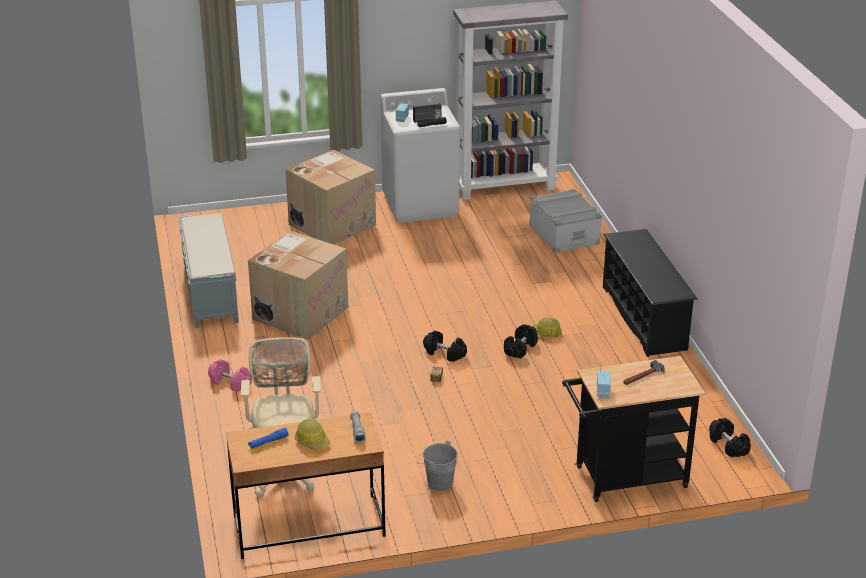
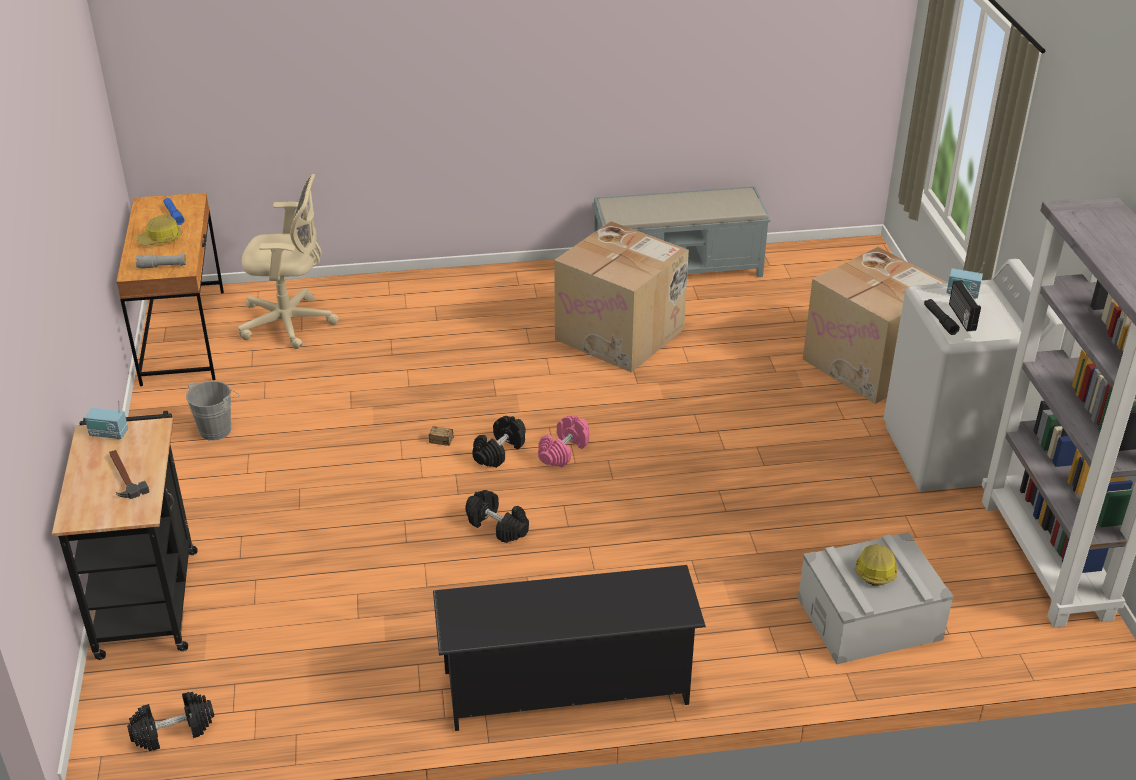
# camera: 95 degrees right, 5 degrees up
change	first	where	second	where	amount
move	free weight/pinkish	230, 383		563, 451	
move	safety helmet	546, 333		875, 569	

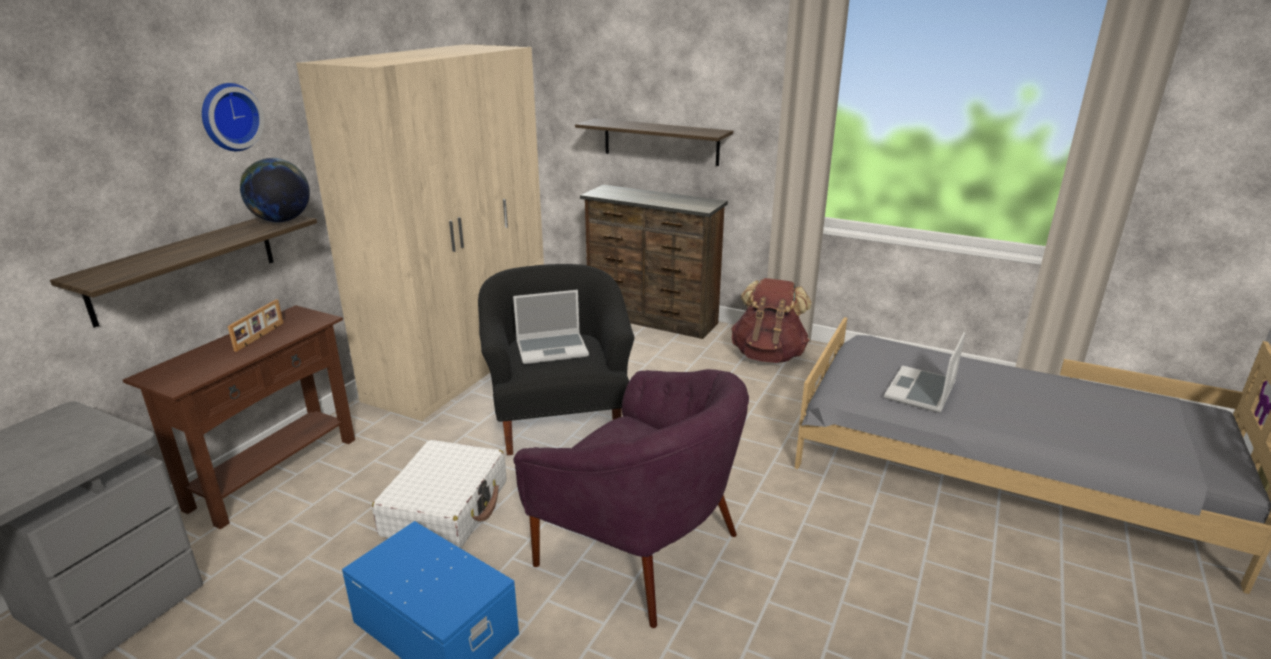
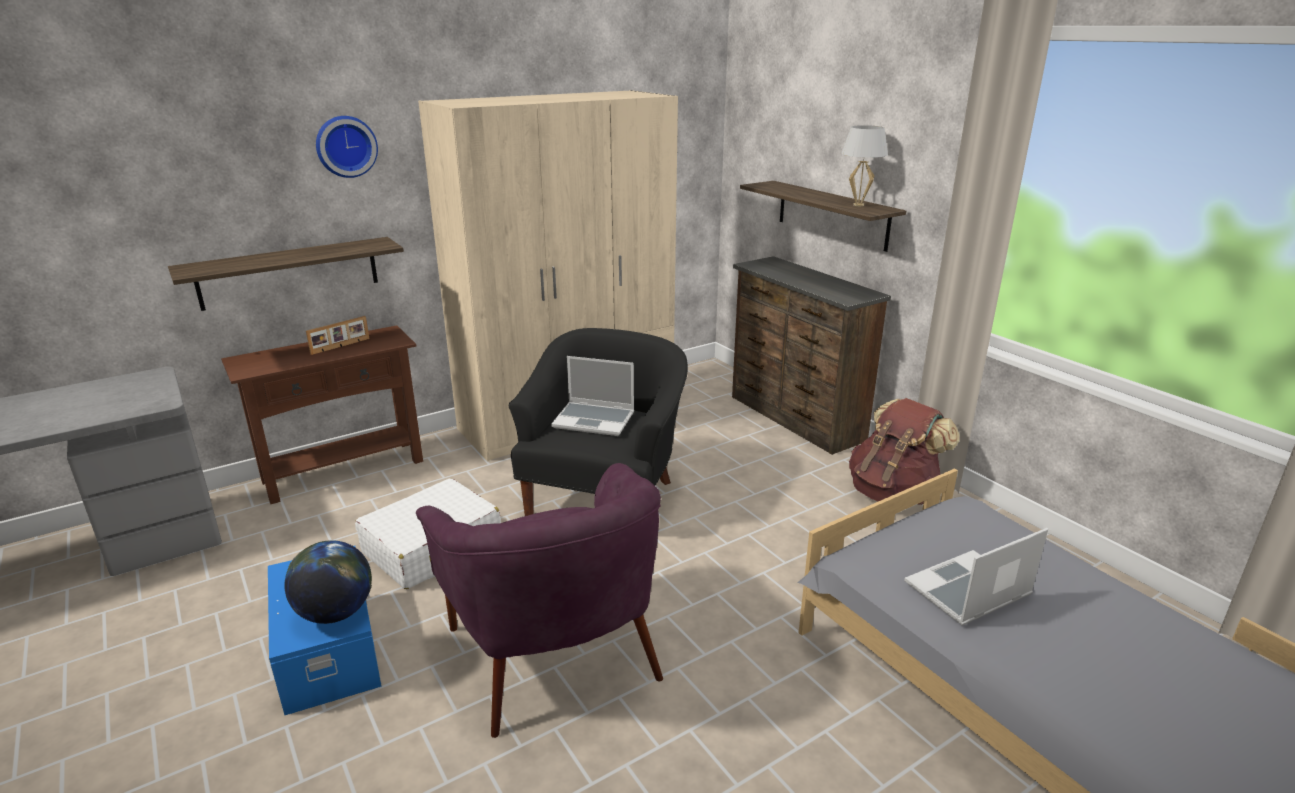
# camera: 30 degrees right, 0 degrees up
change	first	where	second	where	amount
move	globe	282, 221		336, 613	
insert			tabletop lamp/whitish	858, 205	

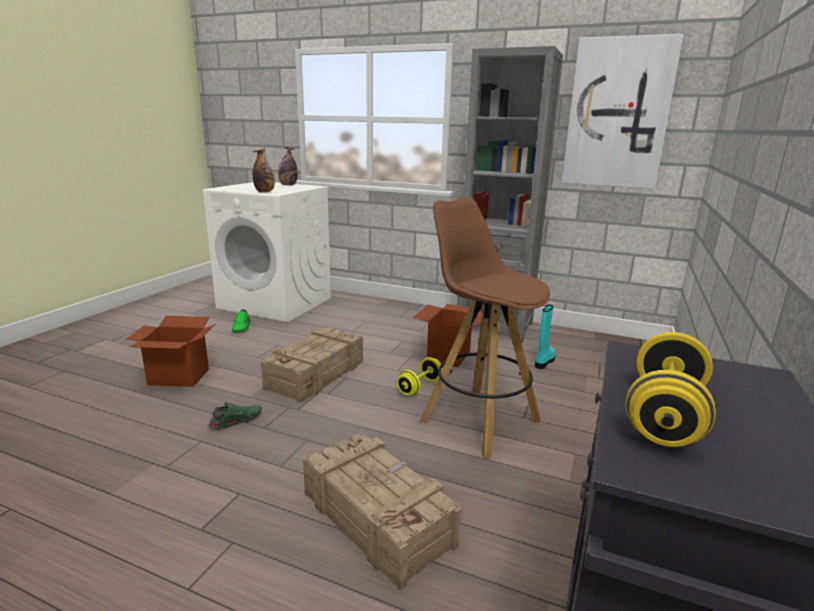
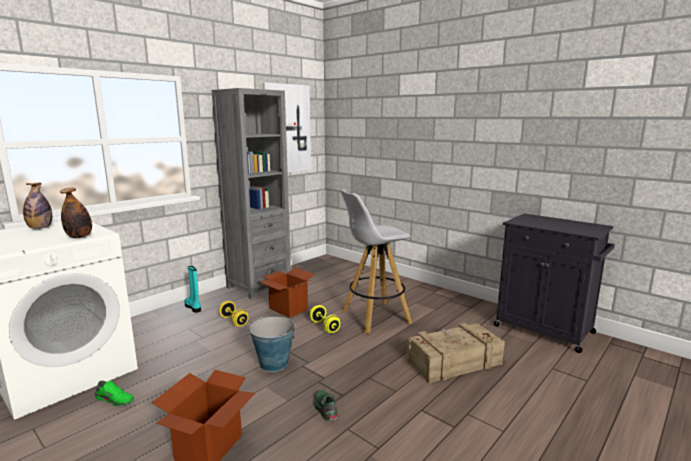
# camera: 70 degrees left, 5 degrees down
change	first	where	second	where	amount
move	high-top boot/turquoise	544, 361		193, 307	
move	free weight/yellowish	664, 416		234, 321	
replace	packing crate	317, 375	pail	274, 363	
recolor	stool/brownish	478, 420	stool/whitish	374, 317	

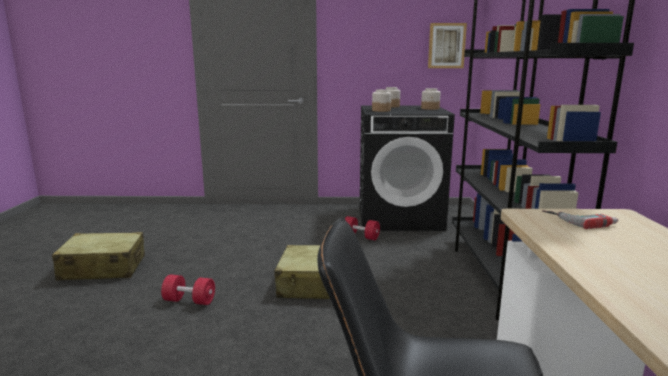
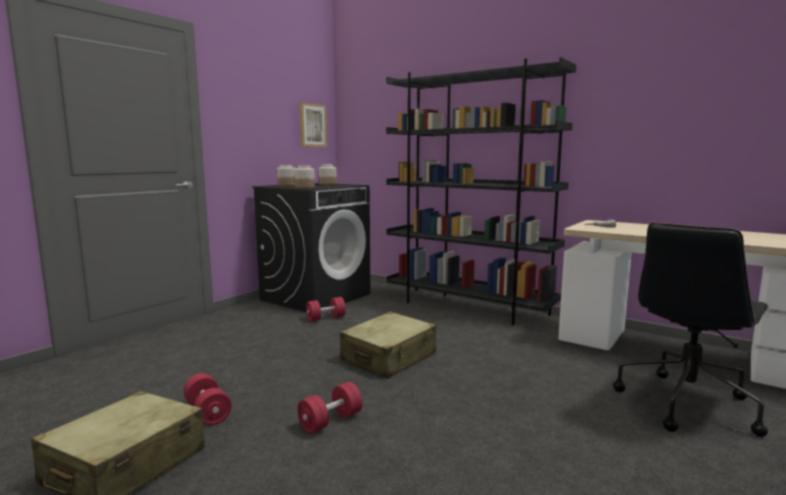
# camera: 55 degrees left, 5 degrees down
change	first	where	second	where	amount
insert			free weight/red	208, 412	

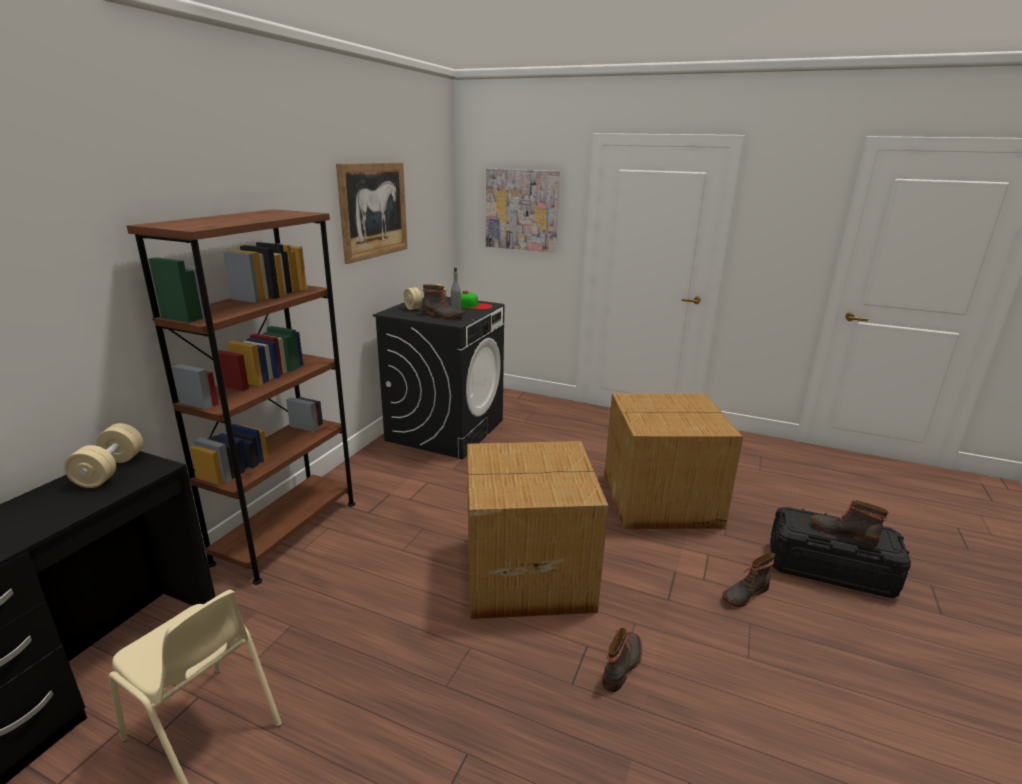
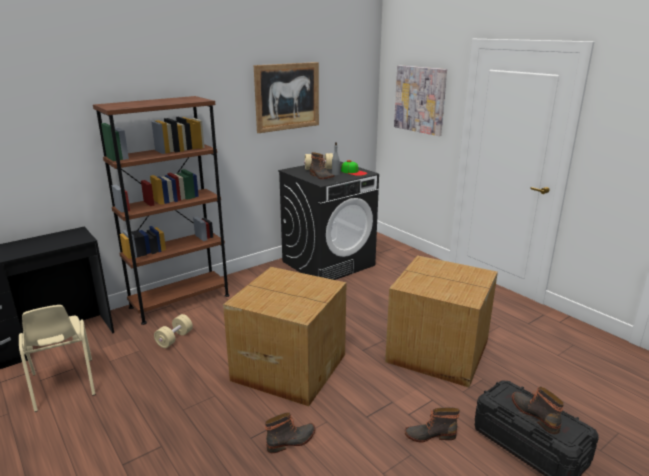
# camera: 30 degrees right, 0 degrees up
change	first	where	second	where	amount
move	free weight/beige	110, 470		174, 339	

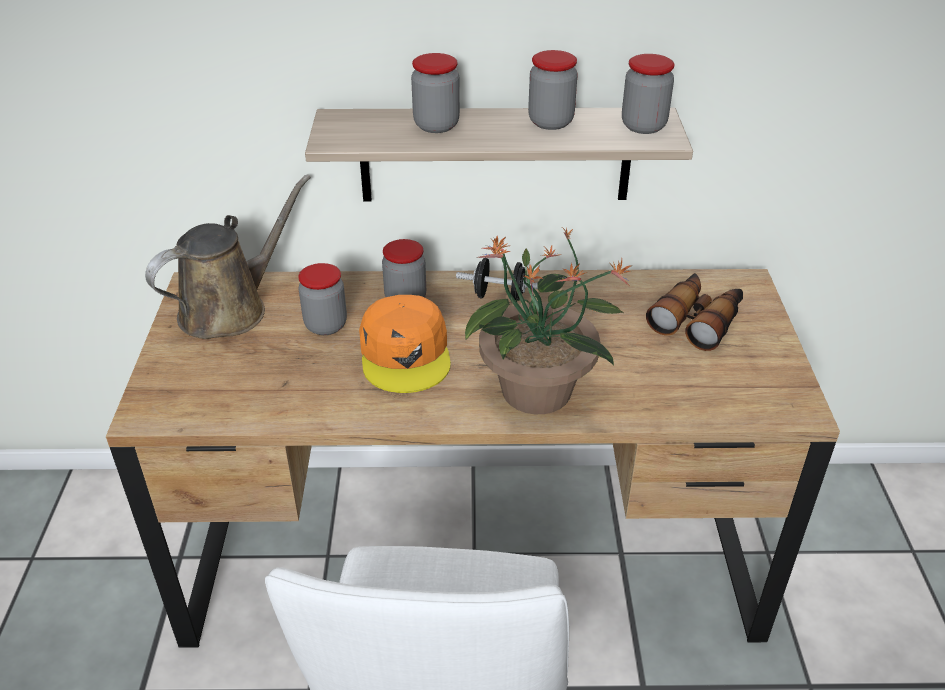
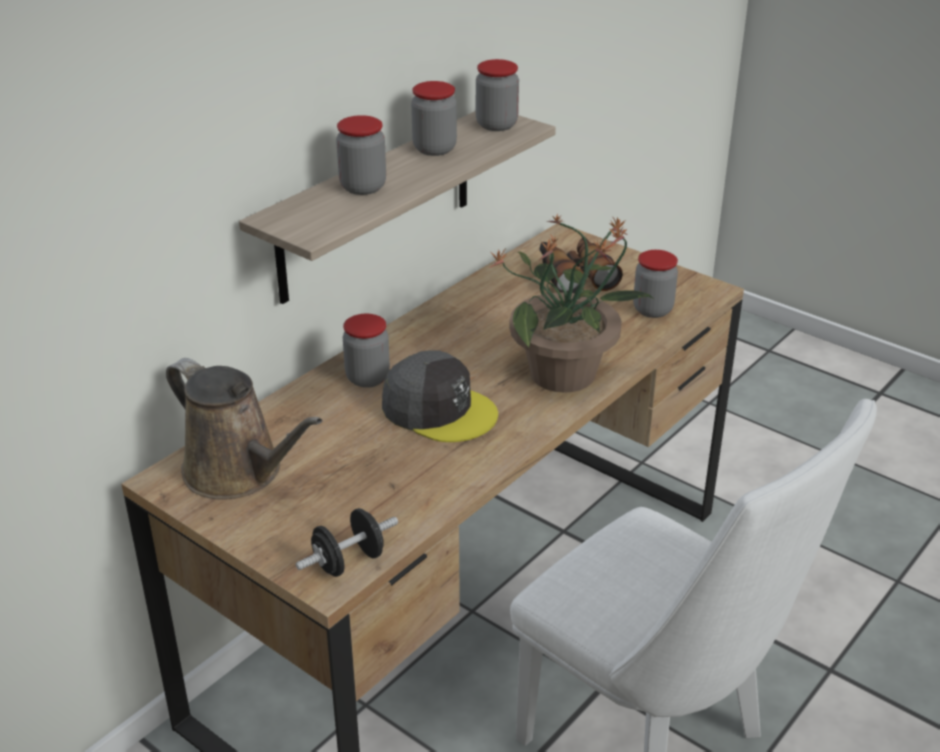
# camera: 50 degrees left, 5 degrees down
change	first	where	second	where	amount
rotate	sprinkling can/brownish	230, 309		239, 472	135 degrees clockwise
move	free weight/black	499, 297		348, 562	
recolor	peaked cap/orange	405, 354	peaked cap/greyish	439, 409	
move	jar	326, 325		652, 310	

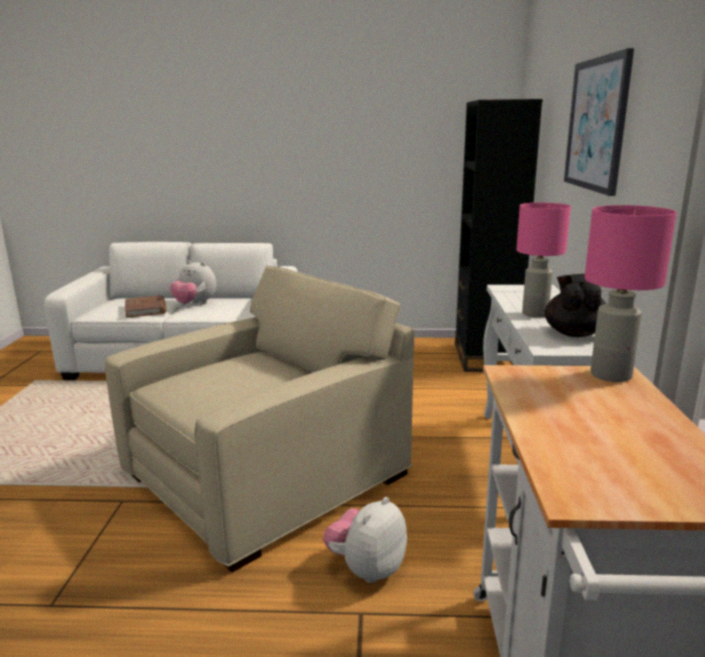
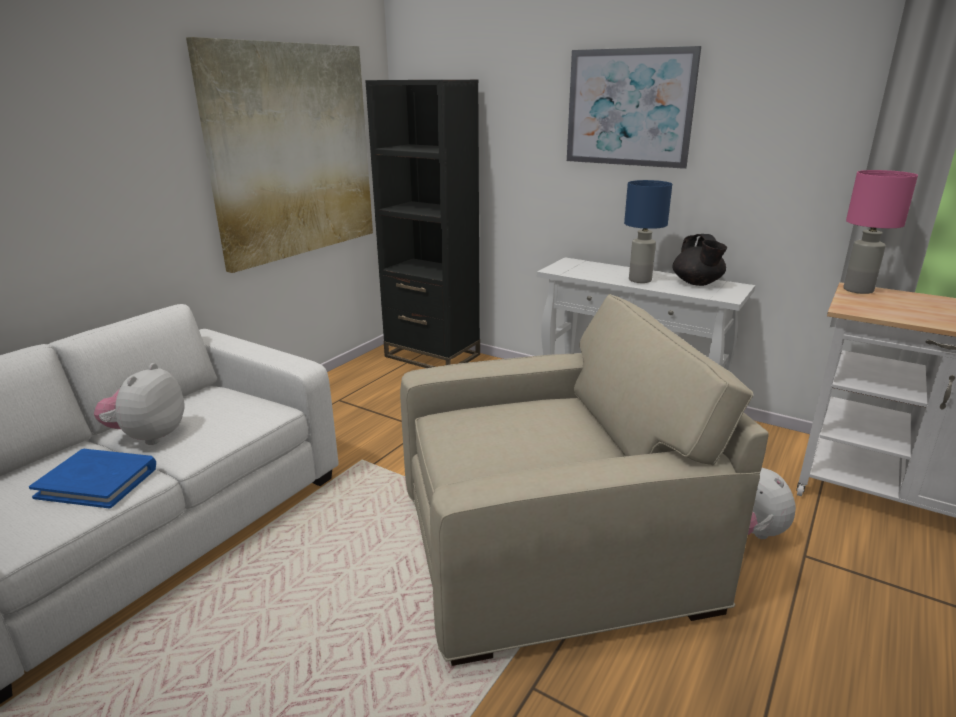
# camera: 60 degrees left, 5 degrees up
change	first	where	second	where	amount
recolor	bound book/brownish	146, 309	bound book/bluish	98, 481	
rotate	cuddly toy	195, 304		148, 436	135 degrees clockwise
insert			picture	293, 152	
rotate	armchair/beige	267, 473		551, 546	90 degrees clockwise
recolor	tabletop lamp/pinkish	534, 313	tabletop lamp/bluish	639, 280	
rotate	teapot/black	574, 333		697, 283	135 degrees counterclockwise

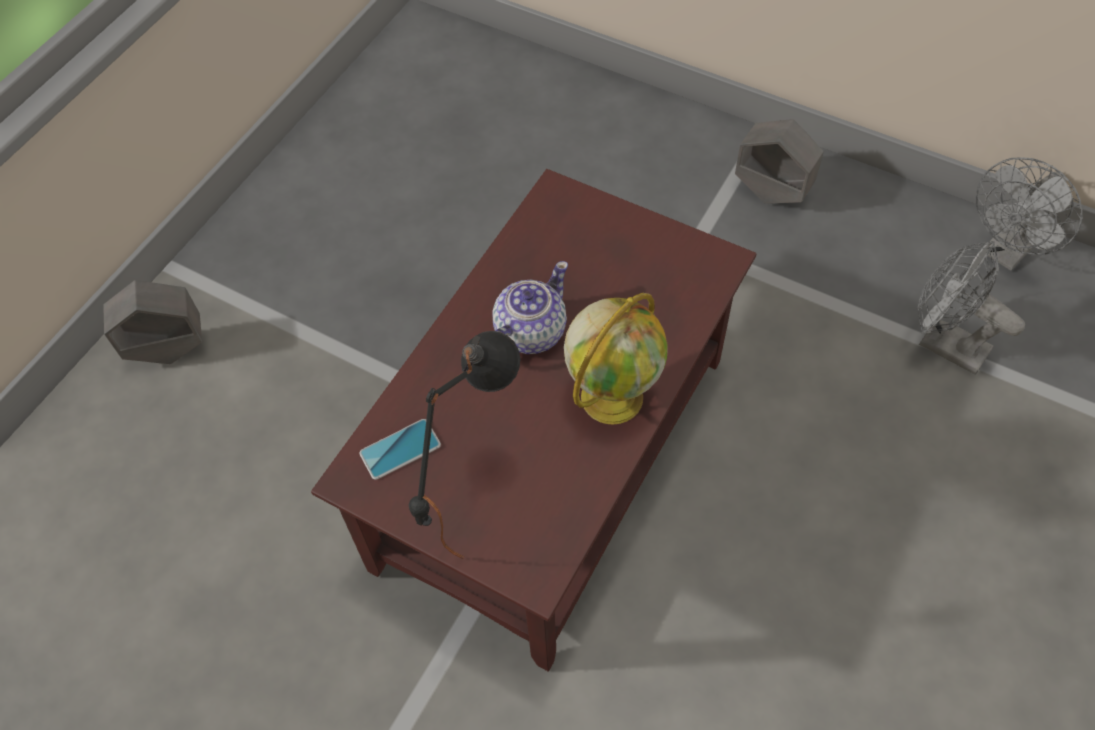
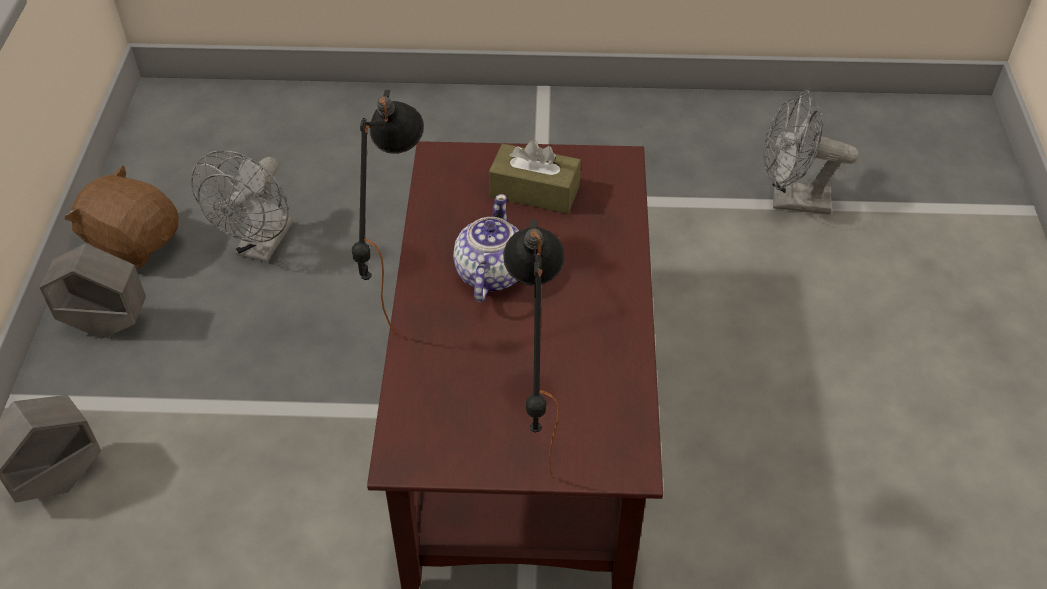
# camera: 30 degrees left, 10 degrees down
change	first	where	second	where	amount
move	flower pot/greyish	771, 192		107, 324	
insert			cuddly toy/brownish	133, 243	
move	electric fan/greyish	1006, 252		261, 247	
insert			tabletop lamp/black	394, 292	
insert			tissue box/brownish	534, 191	
delete	telephone	400, 449			
delete	globe	612, 395			

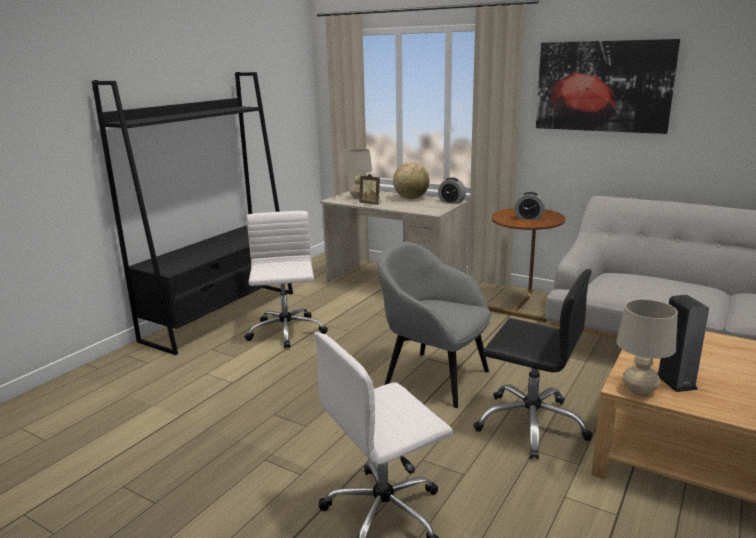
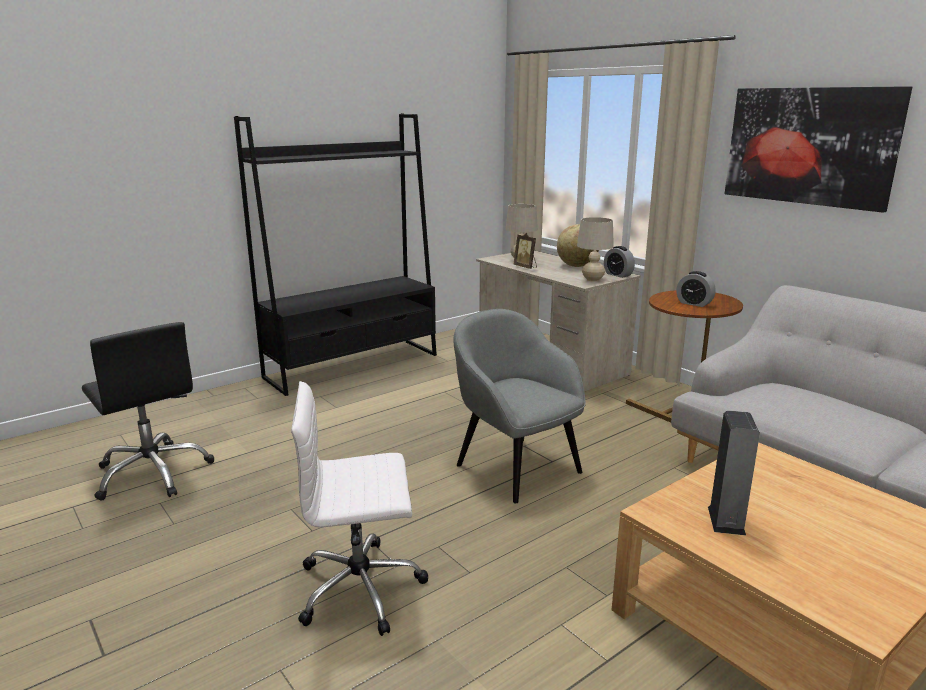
# camera: 20 degrees right, 0 degrees up
change	first	where	second	where	amount
move	office chair/black	531, 424		153, 473	
move	tabletop lamp/beige	639, 391		592, 280	
delete	office chair/whitish	286, 332			

